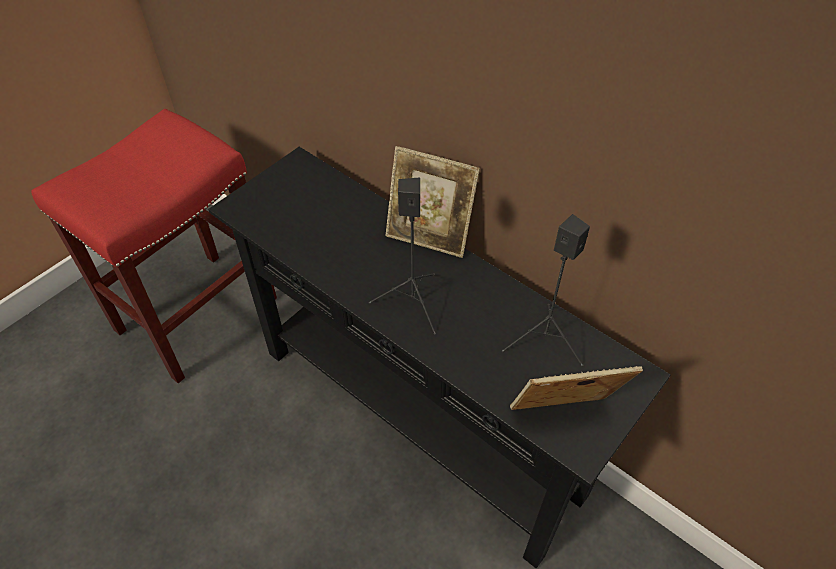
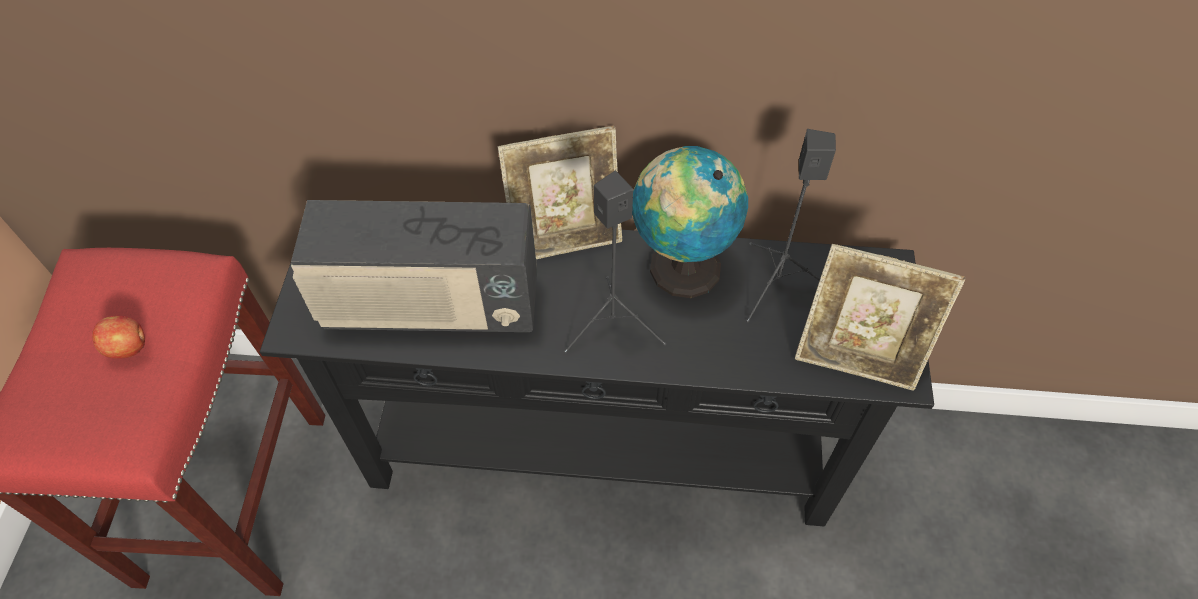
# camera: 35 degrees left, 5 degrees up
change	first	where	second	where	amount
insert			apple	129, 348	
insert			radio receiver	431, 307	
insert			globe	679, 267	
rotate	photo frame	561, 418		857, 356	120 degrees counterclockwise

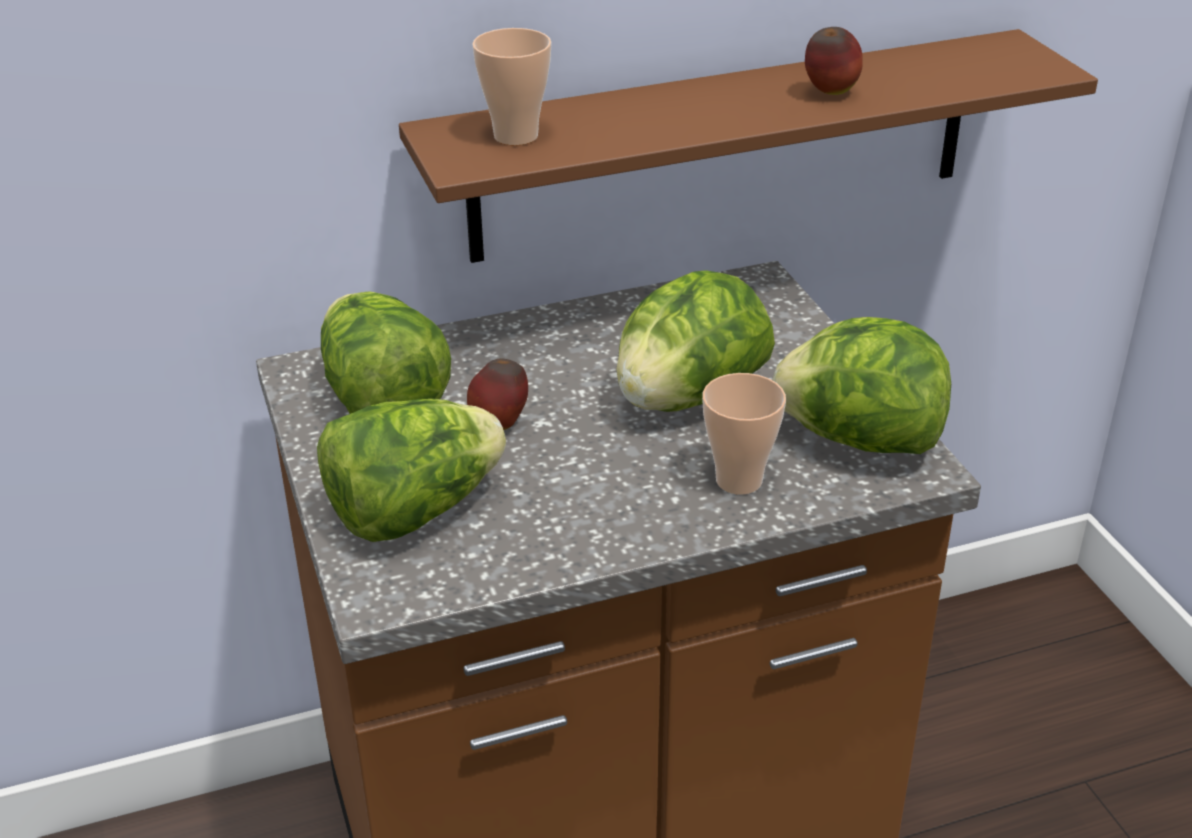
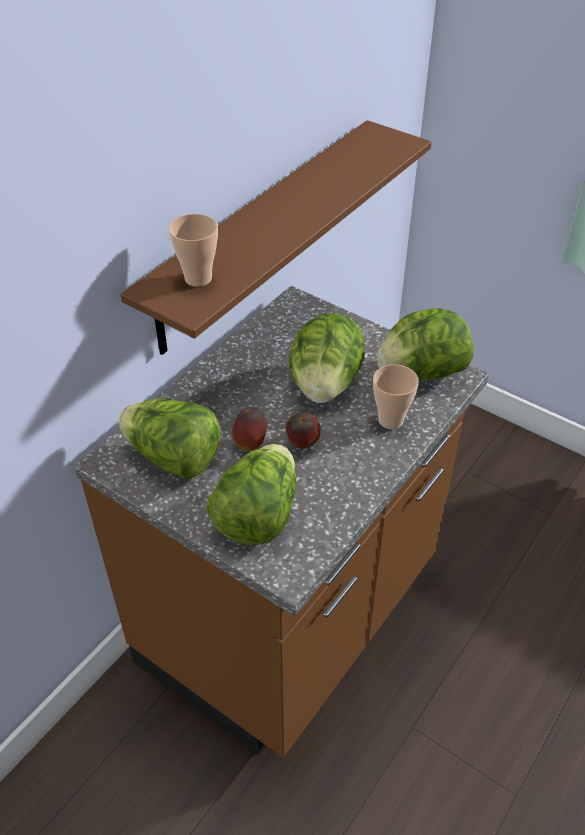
# camera: 35 degrees left, 10 degrees up
change	first	where	second	where	amount
move	apple	830, 94		302, 444	

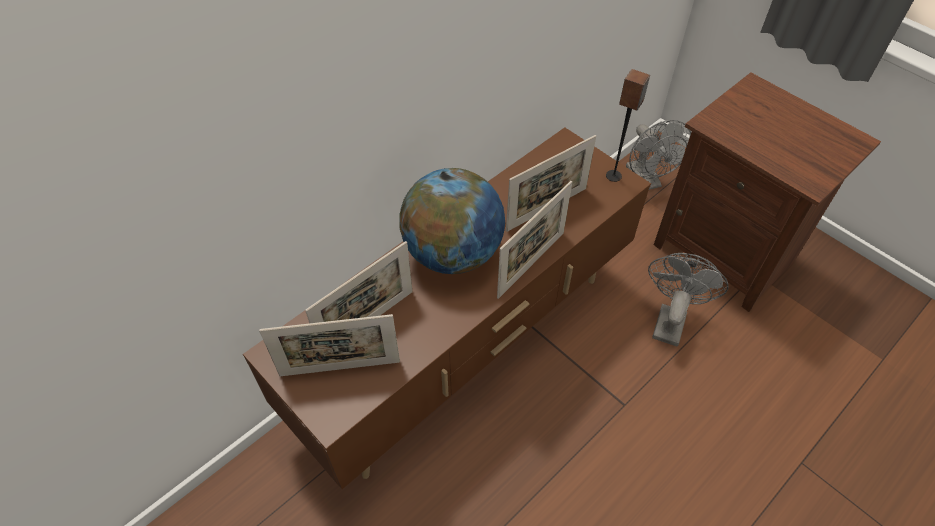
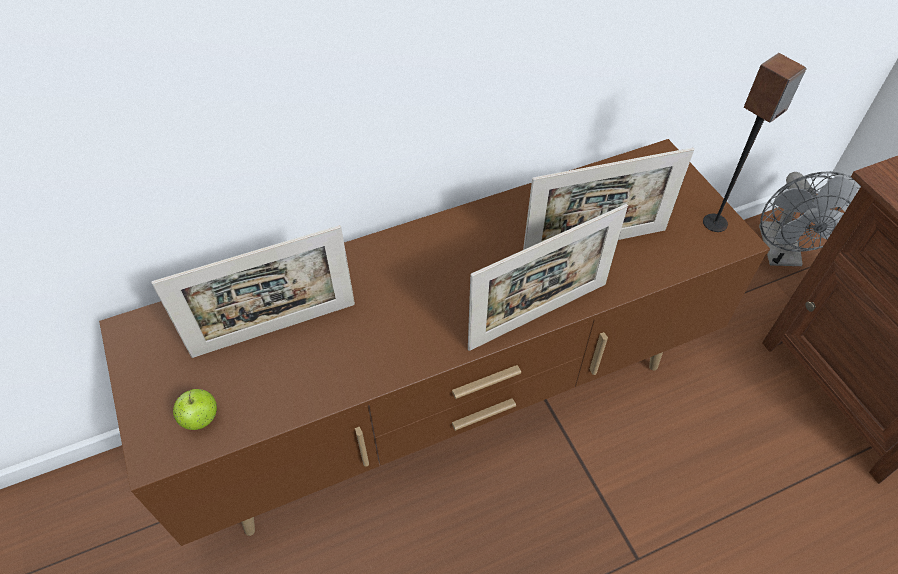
# camera: 20 degrees right, 0 degrees up
change	first	where	second	where	amount
insert			apple	200, 419	
delete	photo frame	340, 368			
delete	globe	453, 253			
delete	electric fan/greyish	670, 319			

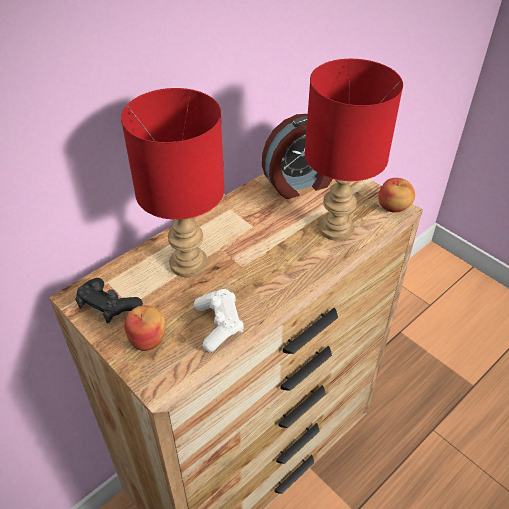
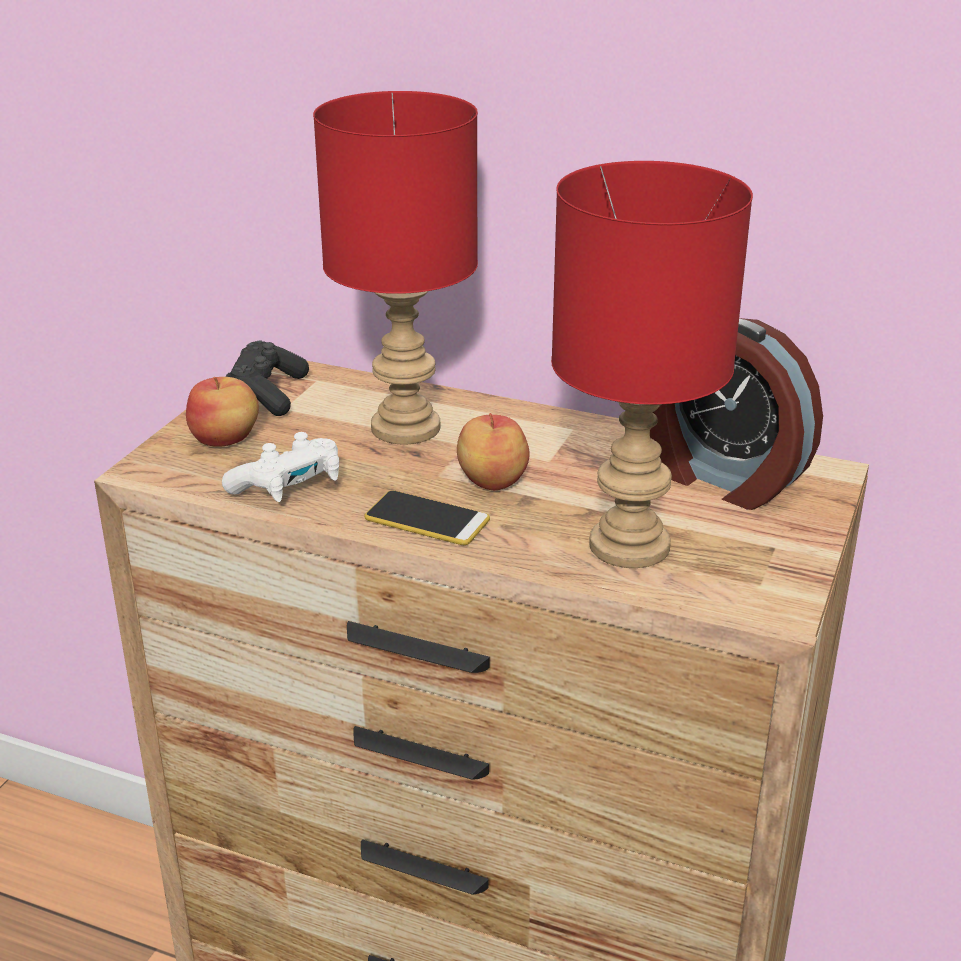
# camera: 65 degrees right, 15 degrees down
change	first	where	second	where	amount
insert			telephone	427, 519	
move	apple	394, 207		491, 481	

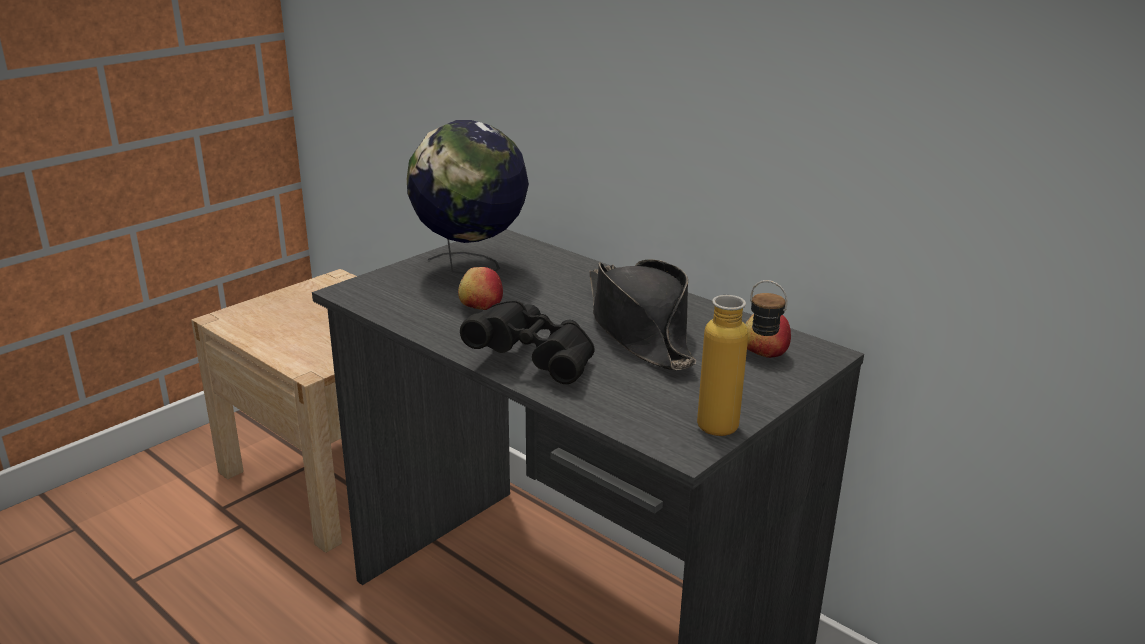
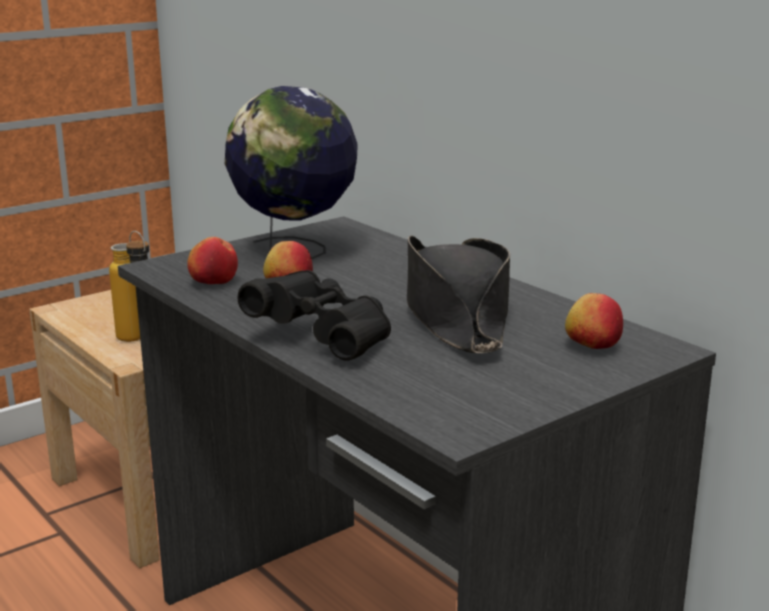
# camera: 10 degrees right, 5 degrees down
change	first	where	second	where	amount
move	drink bottle	733, 432		137, 340	
insert			apple	213, 282	

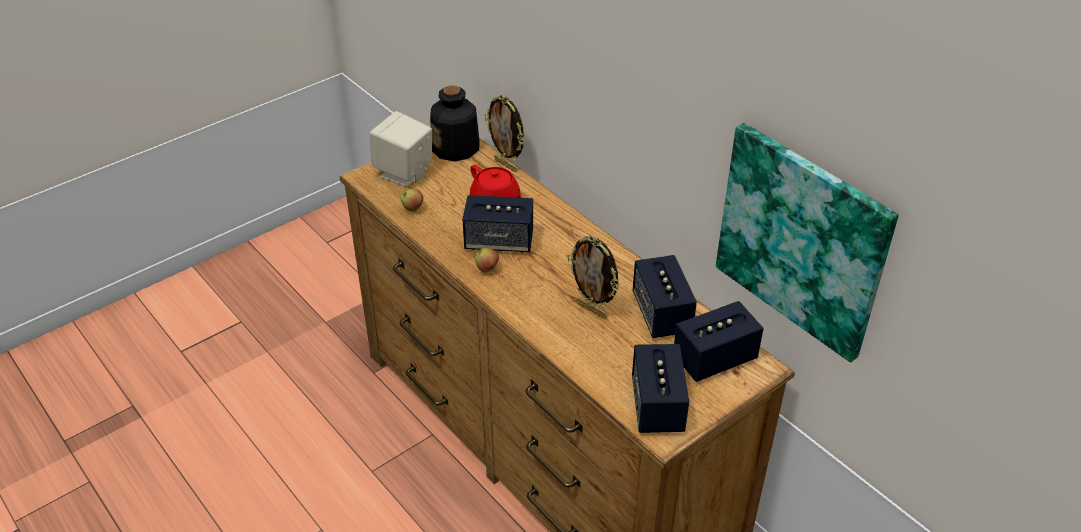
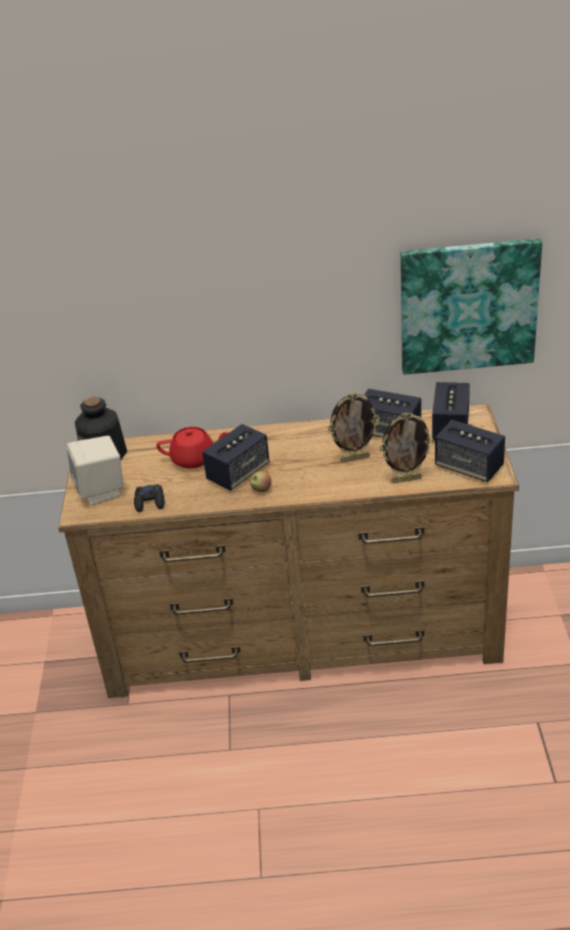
# camera: 50 degrees left, 5 degrees down
change	first	where	second	where	amount
replace	apple	413, 208	gamepad/black	150, 502	
move	photo frame	506, 165		406, 479	

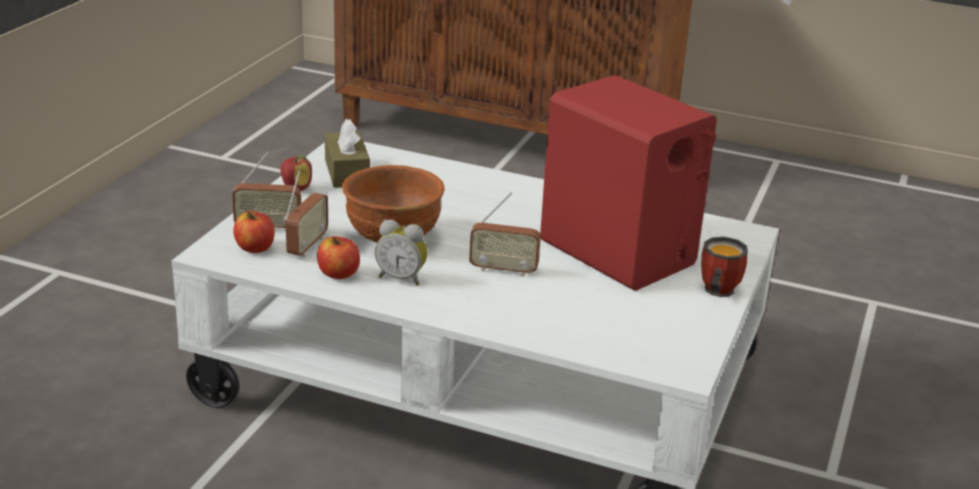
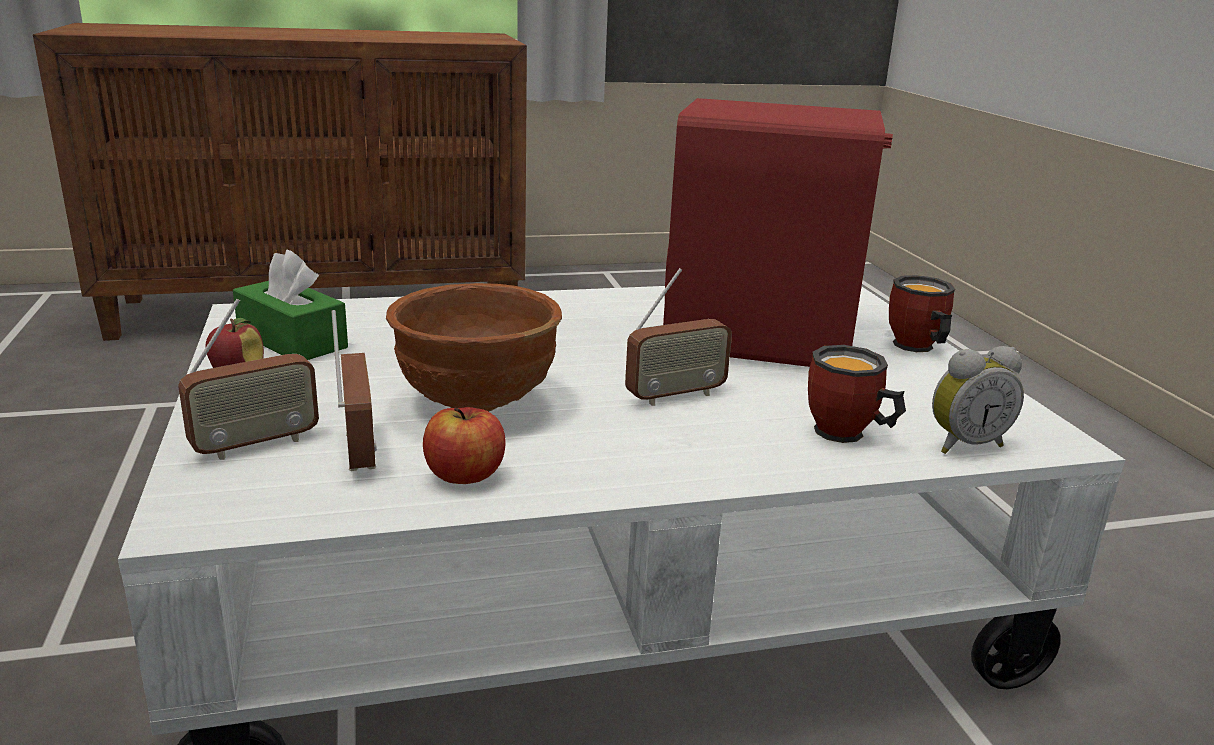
# camera: 35 degrees left, 5 degrees down
change	first	where	second	where	amount
recolor	tissue box/brownish	347, 172	tissue box/green-coloured	292, 340	
insert			mug	846, 436	
move	table clock	401, 278		964, 444	
delete	apple	255, 248			

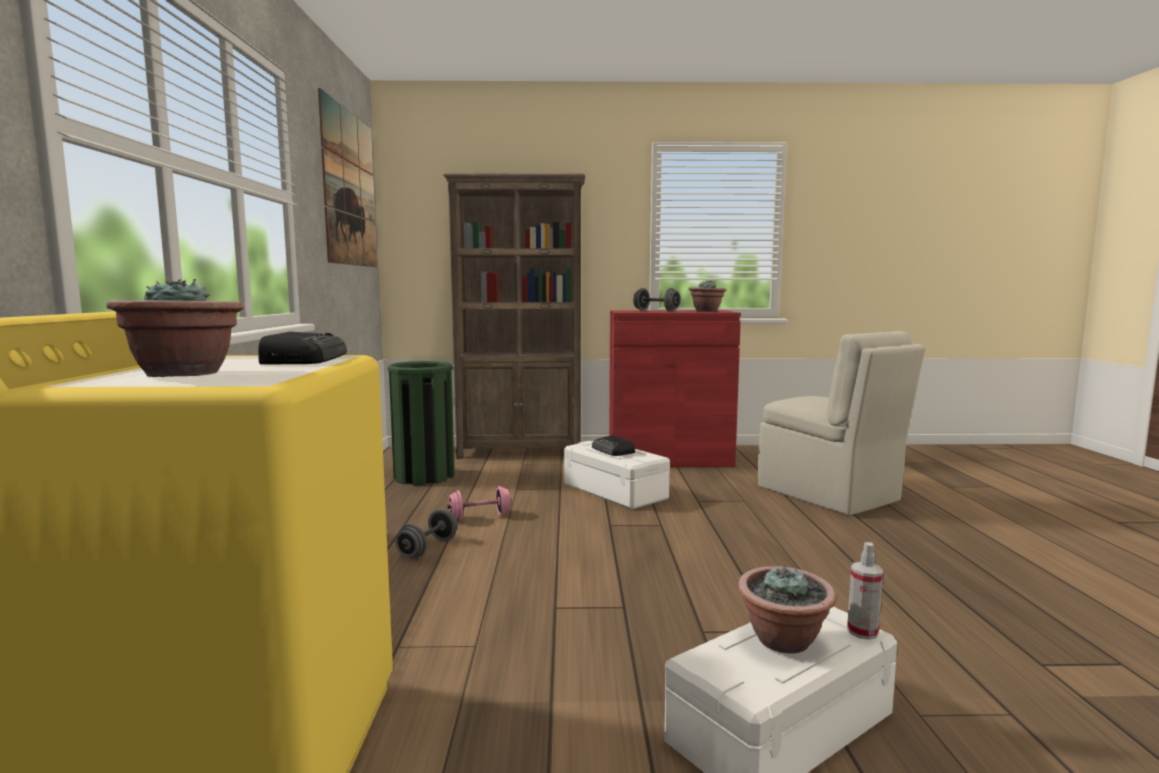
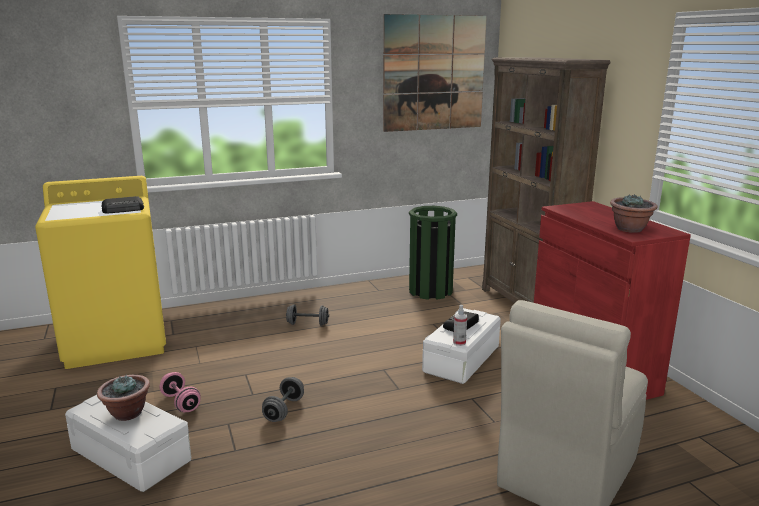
# camera: 70 degrees right, 10 degrees up
change	first	where	second	where	amount
move	free weight/pinkish	480, 517		181, 403	
move	free weight/greyish	656, 311		284, 410	
move	sprayer	862, 631		459, 342	
delete	plant in a pot	184, 374			

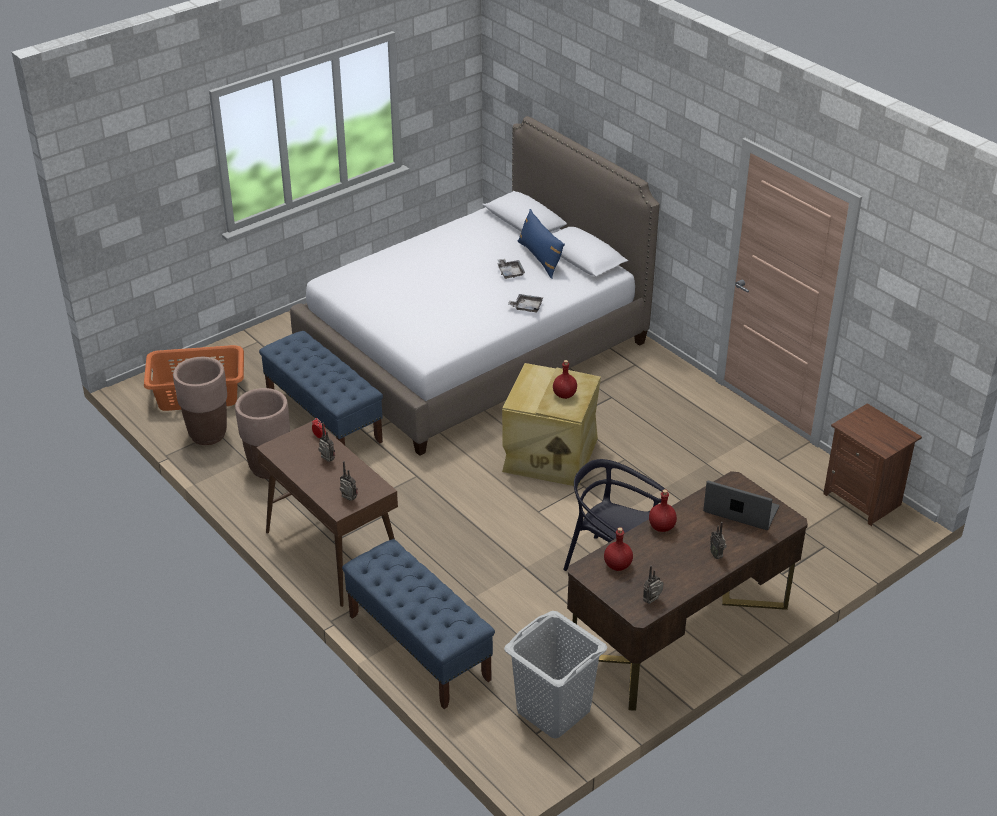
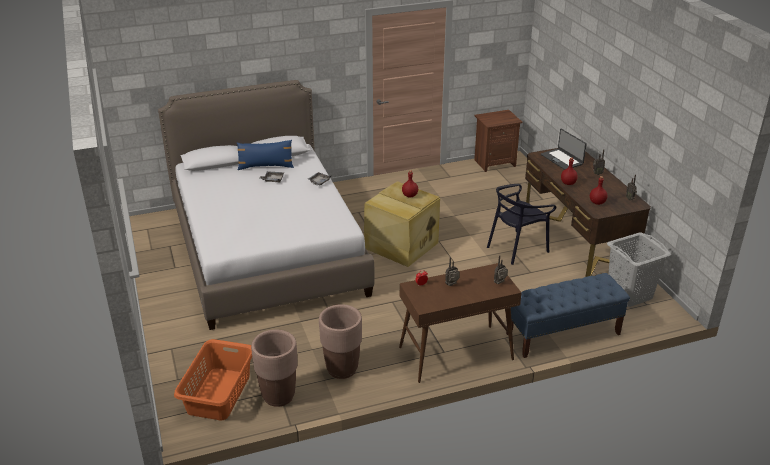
# camera: 70 degrees left, 5 degrees down
change	first	where	second	where	amount
rotate	laptop	740, 511		562, 159	75 degrees counterclockwise
delete	bench/bluish	324, 419			

